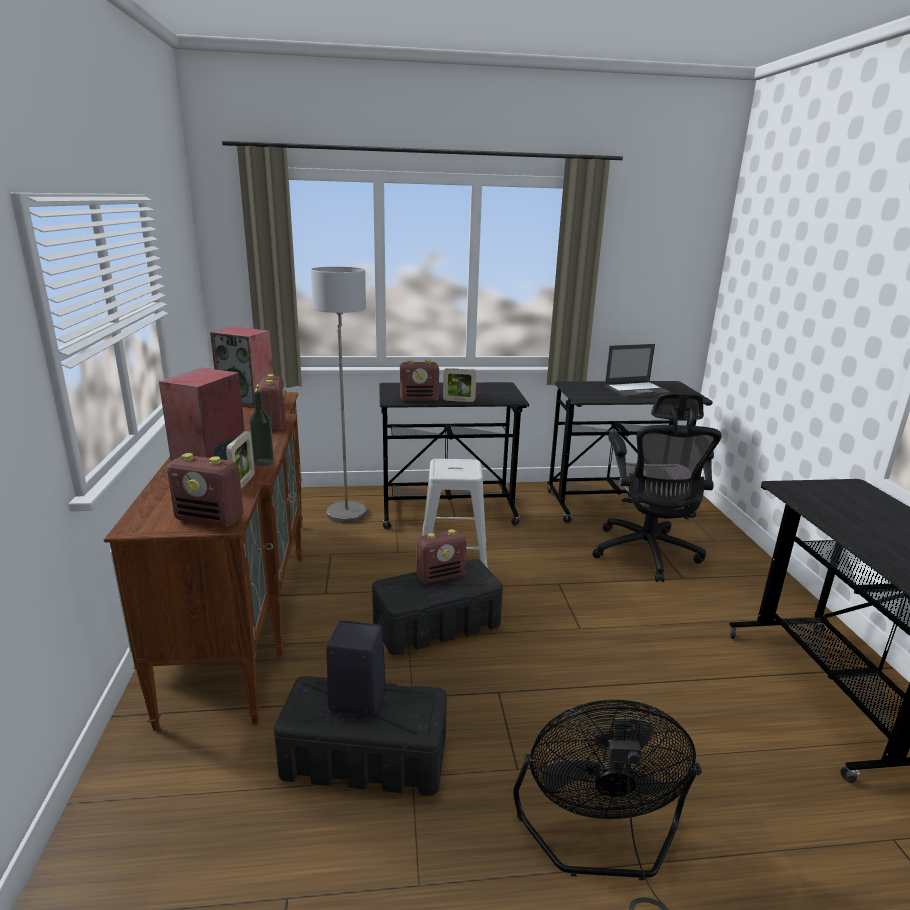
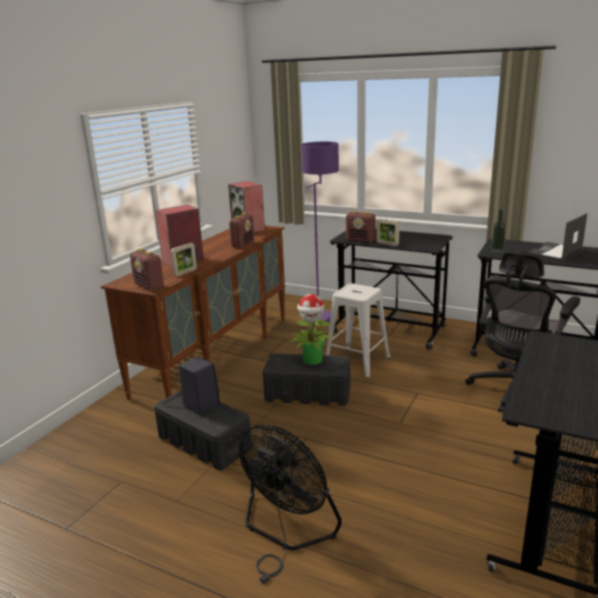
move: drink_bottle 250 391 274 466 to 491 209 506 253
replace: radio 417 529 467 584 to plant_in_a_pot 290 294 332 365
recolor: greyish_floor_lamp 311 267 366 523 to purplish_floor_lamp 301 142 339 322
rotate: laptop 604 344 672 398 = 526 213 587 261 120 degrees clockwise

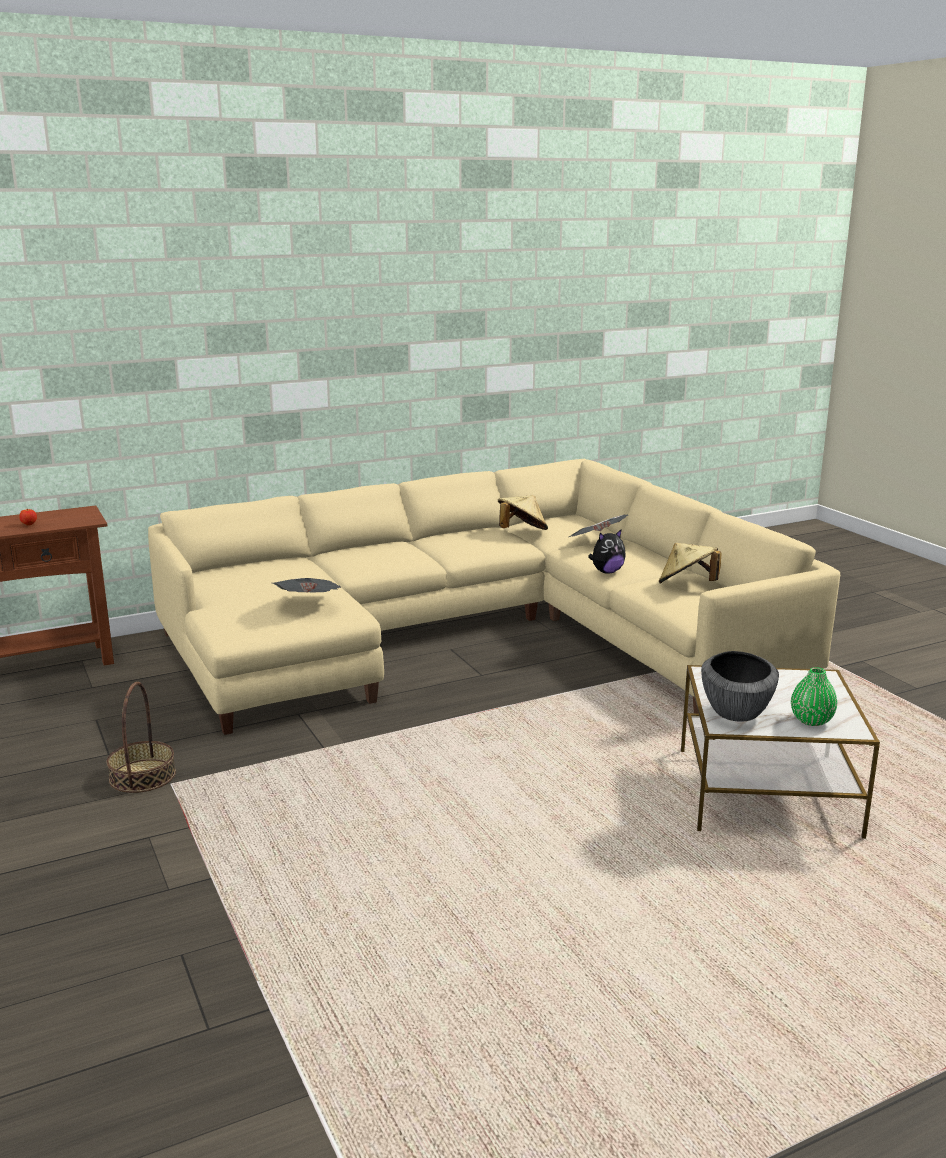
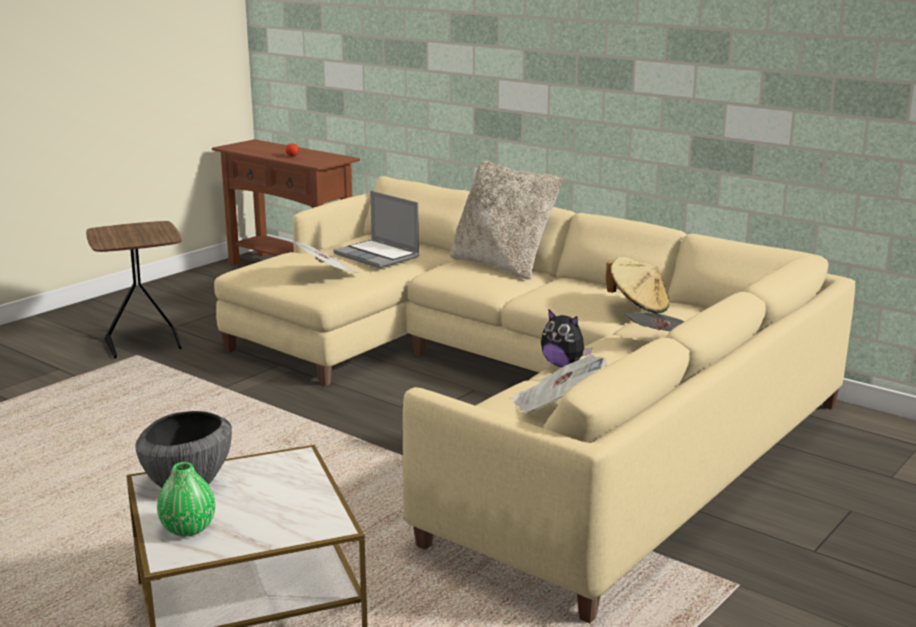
insert: beige-coloured_cushion 450 160 563 280; laptop 333 191 420 268
replace: beige-coloured_wearable_hat 659 543 722 583 to printed_paper 512 355 607 414; storage_basket 107 682 176 793 to brownish_side_table 86 221 182 359

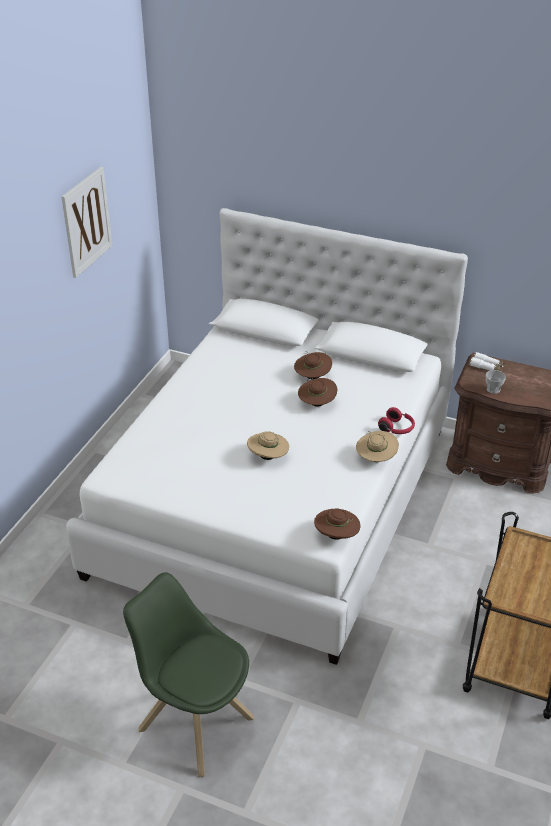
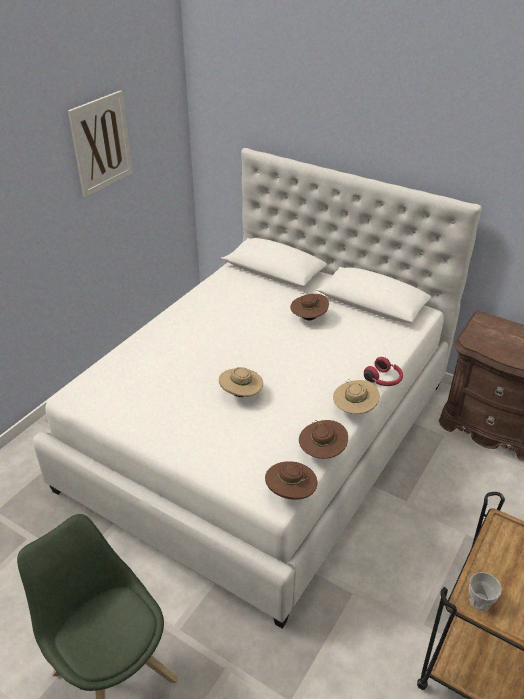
delete: white_field_glasses 470 352 505 371
move: small_cup 486 370 506 394 to 469 572 502 611; brownish_wearable_hat 298 377 337 407 to 299 420 348 459

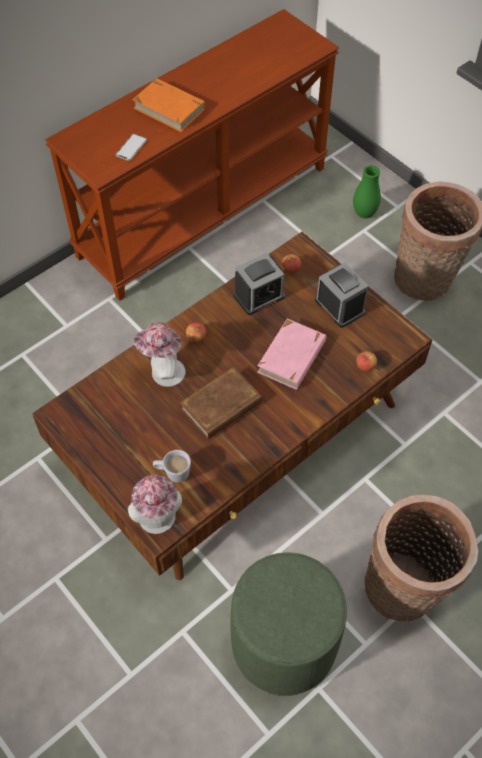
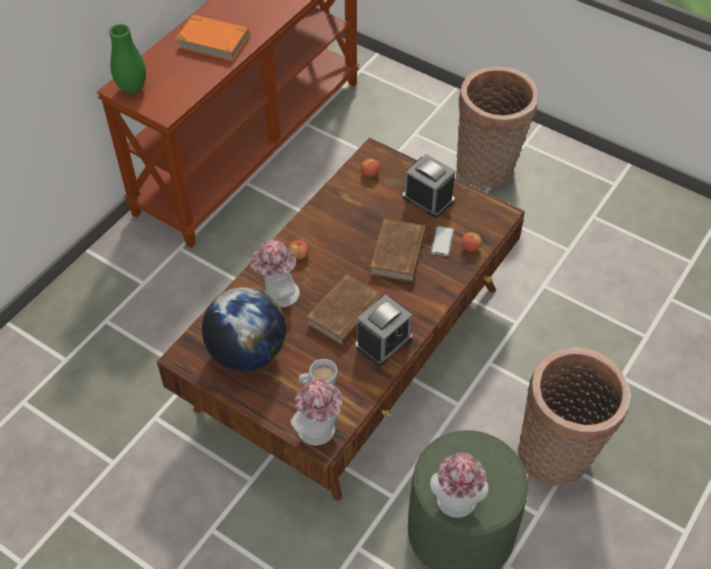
insert: world_globe 202 287 286 371; wearable_hat 430 453 488 518
move: handset 116 134 147 161 to 431 226 454 256; greenish_decorative_vase 353 165 381 218 to 109 24 146 94; alarm_clock 233 253 285 315 to 355 294 412 366
recolor: pink-coloured_bound_book 257 319 326 390 to brownish_bound_book 369 219 426 283

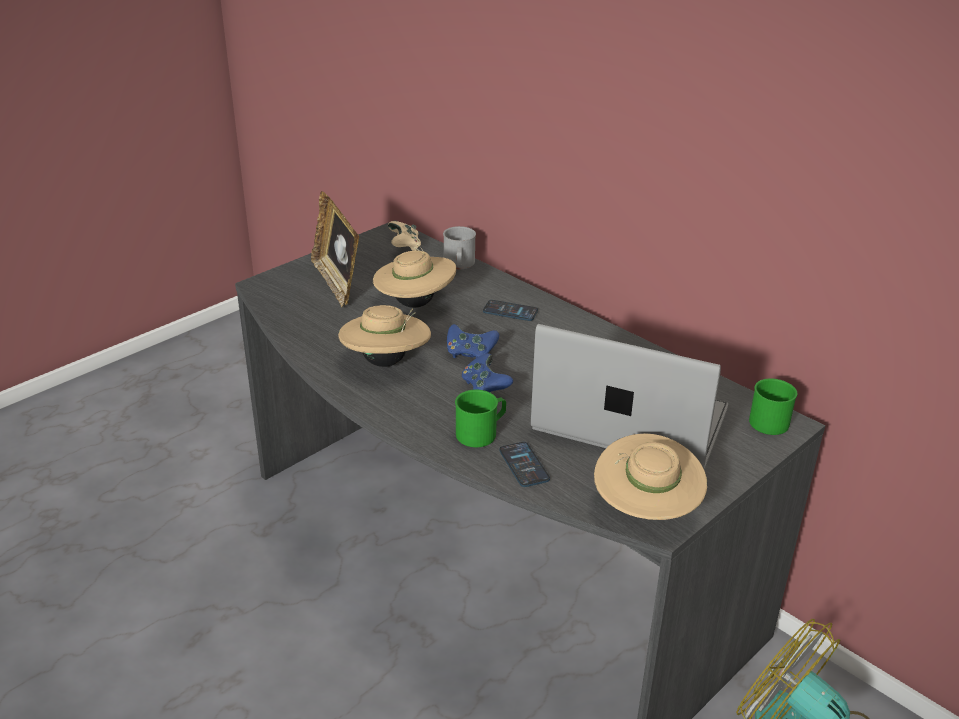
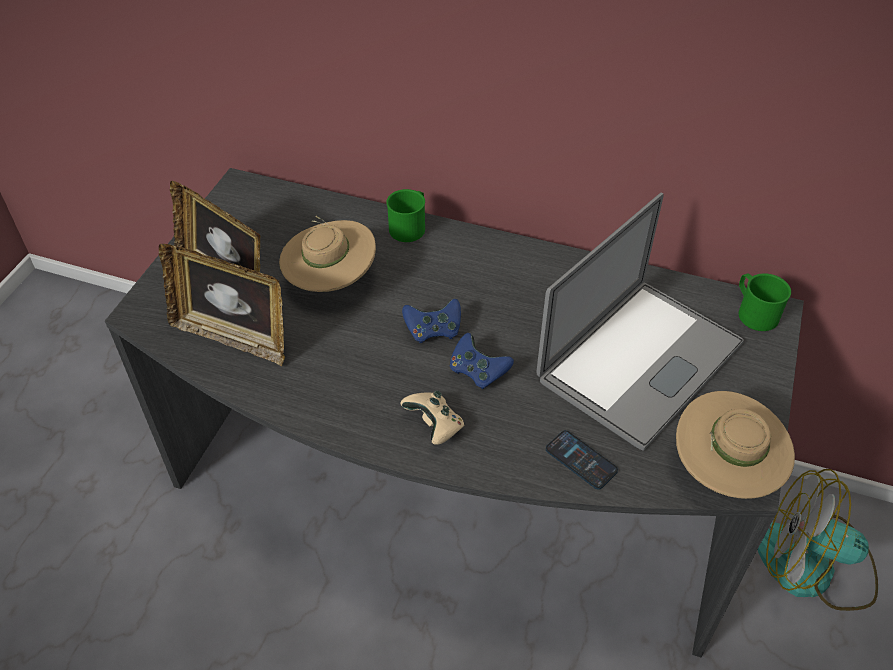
delete: greyish_mug 443 226 476 269; handset 483 300 538 321; beige-coloured_wearable_hat 338 305 431 367
insert: standing_frame 159 244 285 366
move: beige-coloured_gamepad 388 221 421 251 to 401 391 464 445; greenish_mug 455 390 506 447 to 386 189 425 242
rotate: laptop 531 324 728 470 = 536 192 744 451 135 degrees clockwise

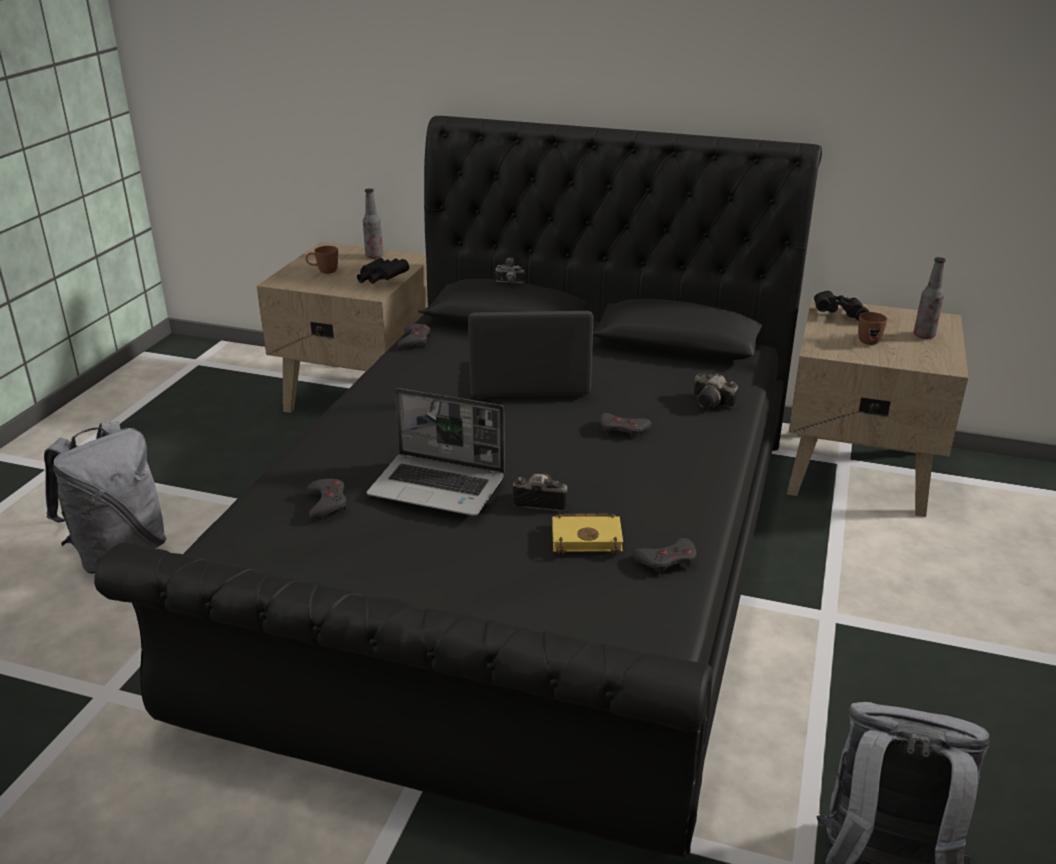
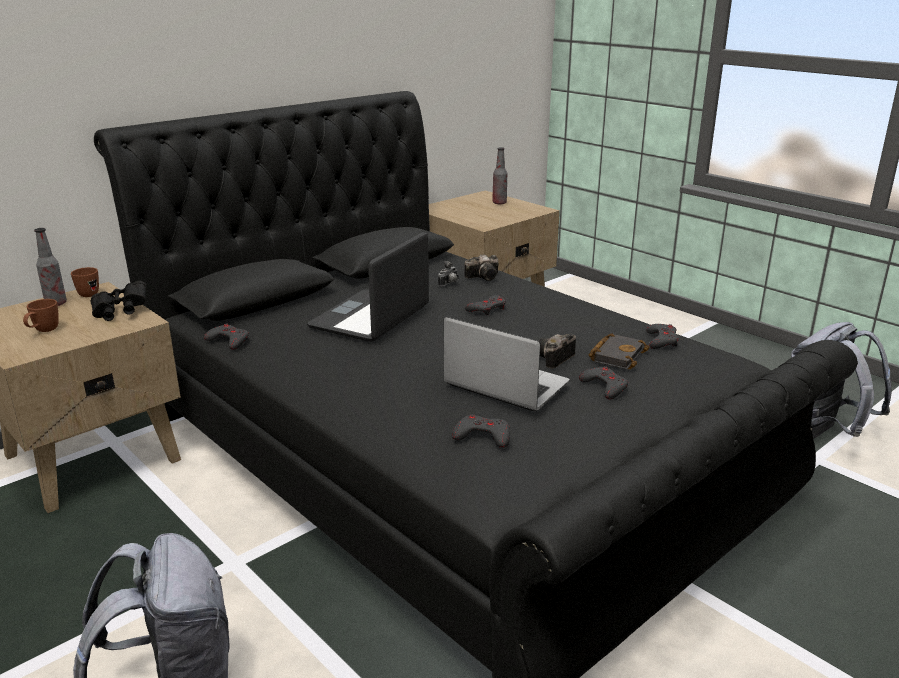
delete: blackish_field_glasses 814 291 870 321
insert: greyish_gamepad 579 366 628 399
move: photo_camera 495 257 525 283 to 438 261 459 287; brownish_mug 858 312 887 345 to 71 267 99 297
recolor: yellow_bound_book 552 513 623 554 to blackish_bound_book 589 333 650 369
rotate: laptop 367 388 505 516 = 444 317 569 411 105 degrees counterclockwise

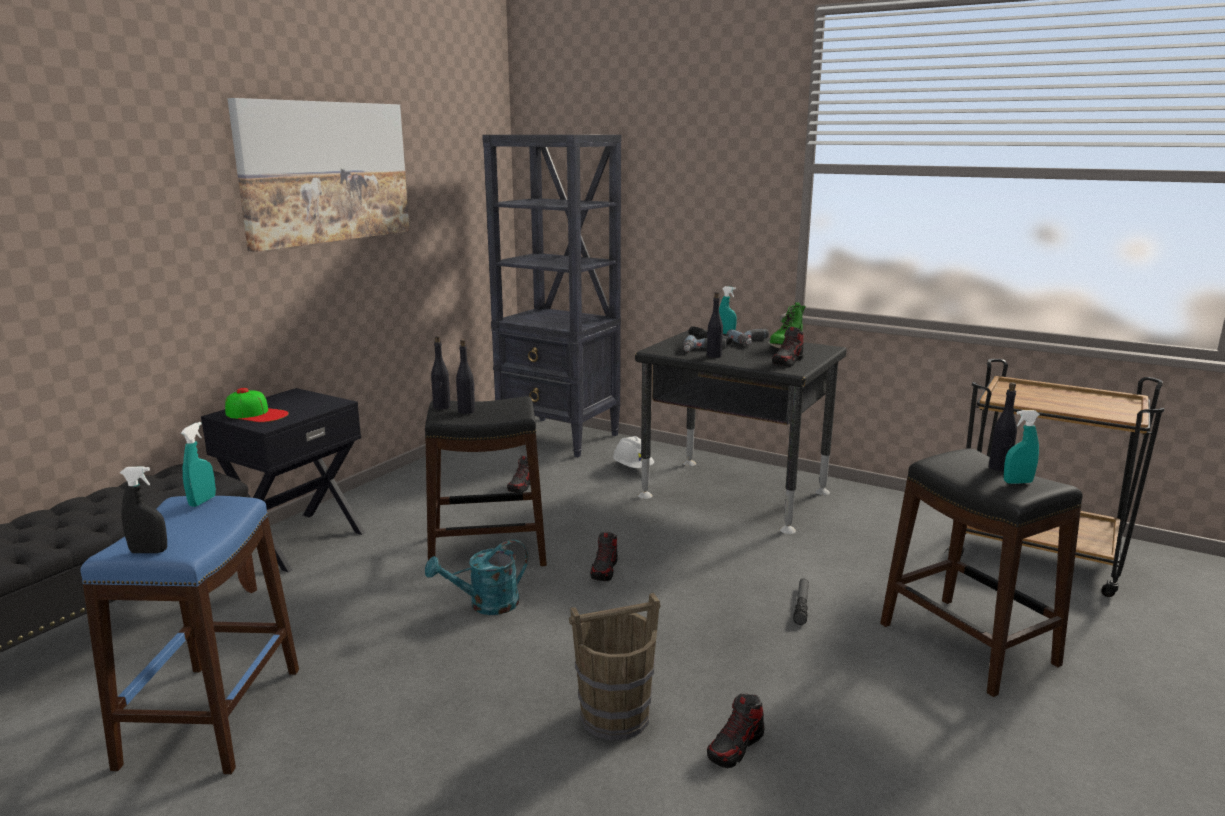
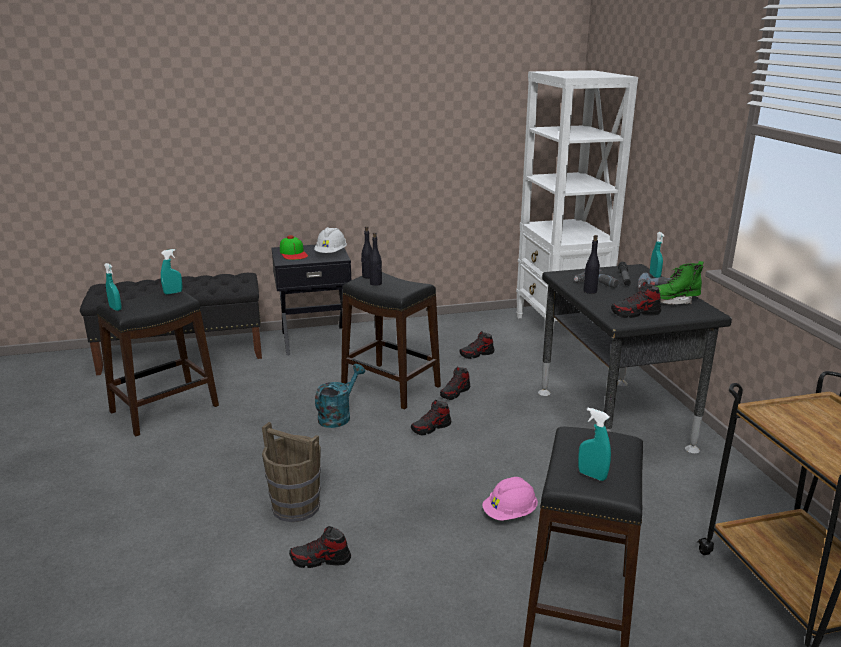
delete: picture 227 98 409 252; blackish_drink_bottle 989 382 1017 471
insert: shoe 440 367 470 400
move: white_safety_helmet 613 436 654 468 to 314 227 347 253
replace: torch 793 578 809 625 to pink-coloured_safety_helmet 482 477 538 521
recolor: blackish_bookcase 482 135 621 457 to white_bookcase 516 70 638 330; blackish_sprayer 120 466 167 553 to turquoise-coloured_sprayer 104 263 122 311; blue-coloured_stool_seat 80 496 299 774 to blackish_stool_seat 96 290 219 437
rotate: turquoise-coloured_watering_pot 425 540 528 615 = 315 364 365 428 105 degrees clockwise

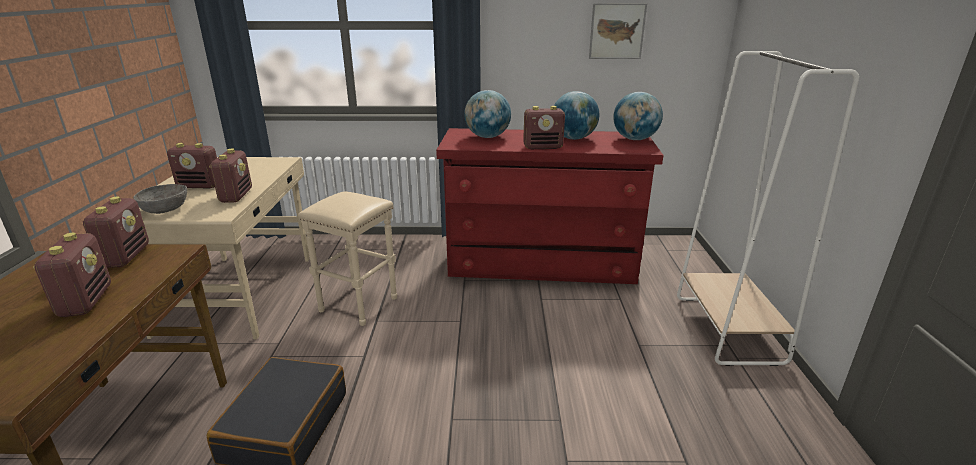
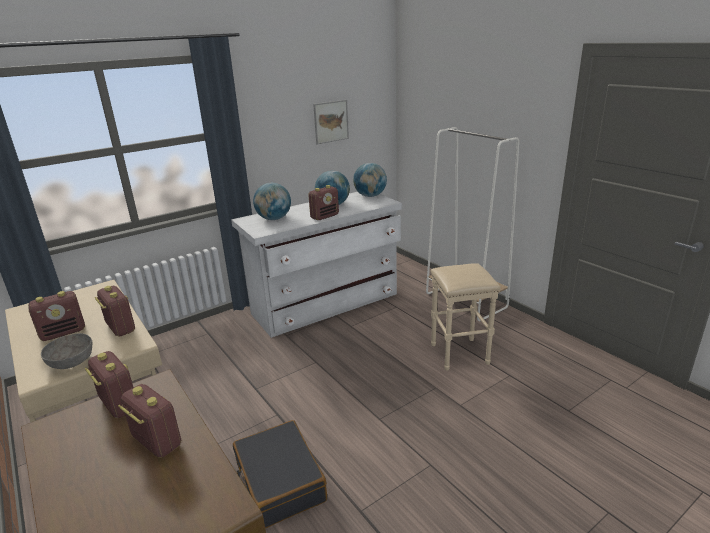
move: beige-coloured_stool_seat 298 192 397 326 to 430 263 501 371
recolor: red-coloured_chest_of_drawers 436 128 664 284 to white_chest_of_drawers 231 192 402 338

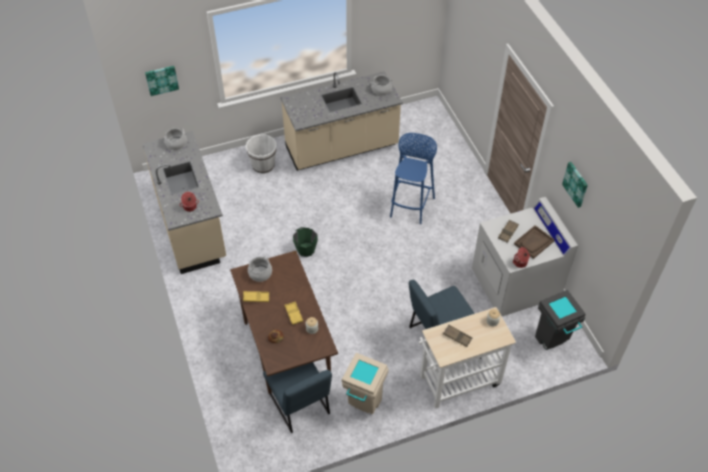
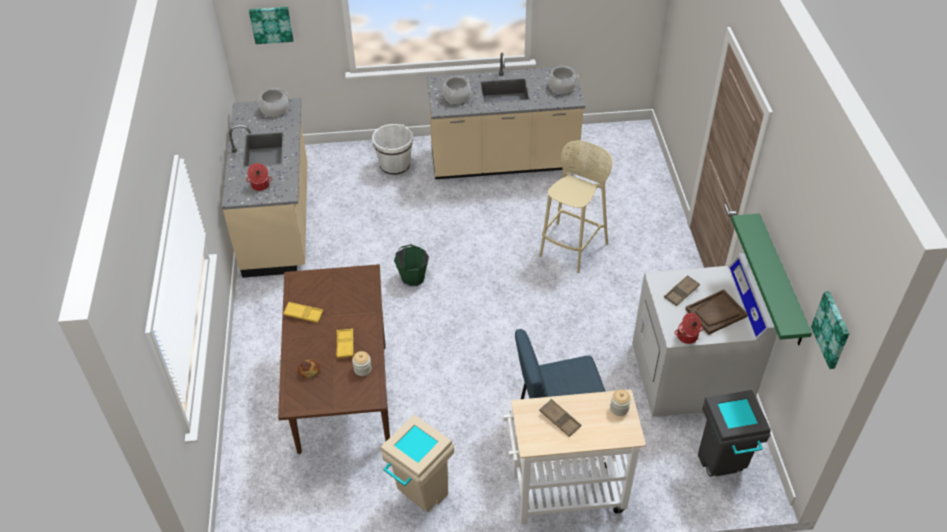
delete: blue-coloured_chair 263 362 332 433
insert: greenish_bracket_shelf 731 213 812 345
move: picture 562 162 588 208 to 811 291 849 369; cooking_pot 248 256 272 282 to 442 76 471 104
recolor: blue-coloured_stool_seat 390 133 437 224 to beige-coloured_stool_seat 539 140 613 273

